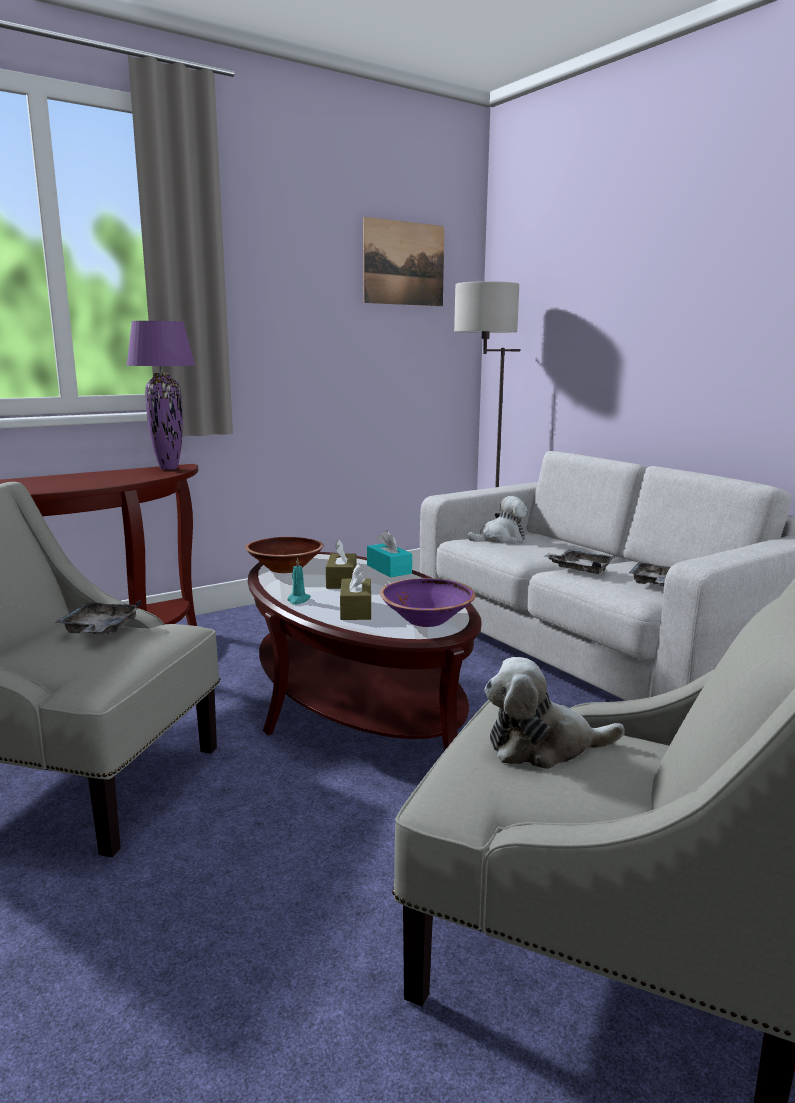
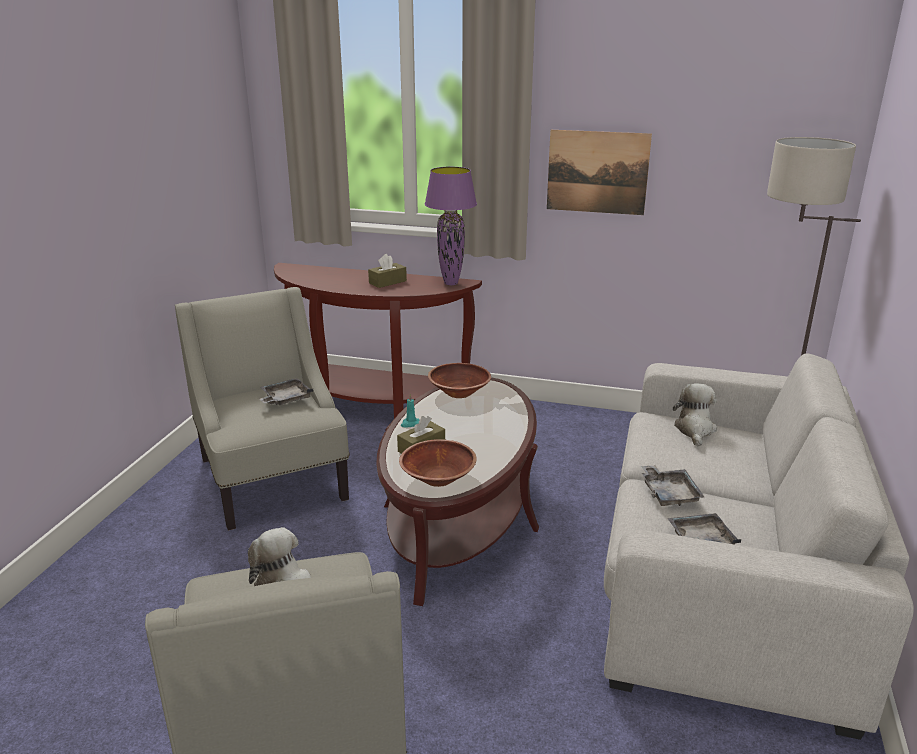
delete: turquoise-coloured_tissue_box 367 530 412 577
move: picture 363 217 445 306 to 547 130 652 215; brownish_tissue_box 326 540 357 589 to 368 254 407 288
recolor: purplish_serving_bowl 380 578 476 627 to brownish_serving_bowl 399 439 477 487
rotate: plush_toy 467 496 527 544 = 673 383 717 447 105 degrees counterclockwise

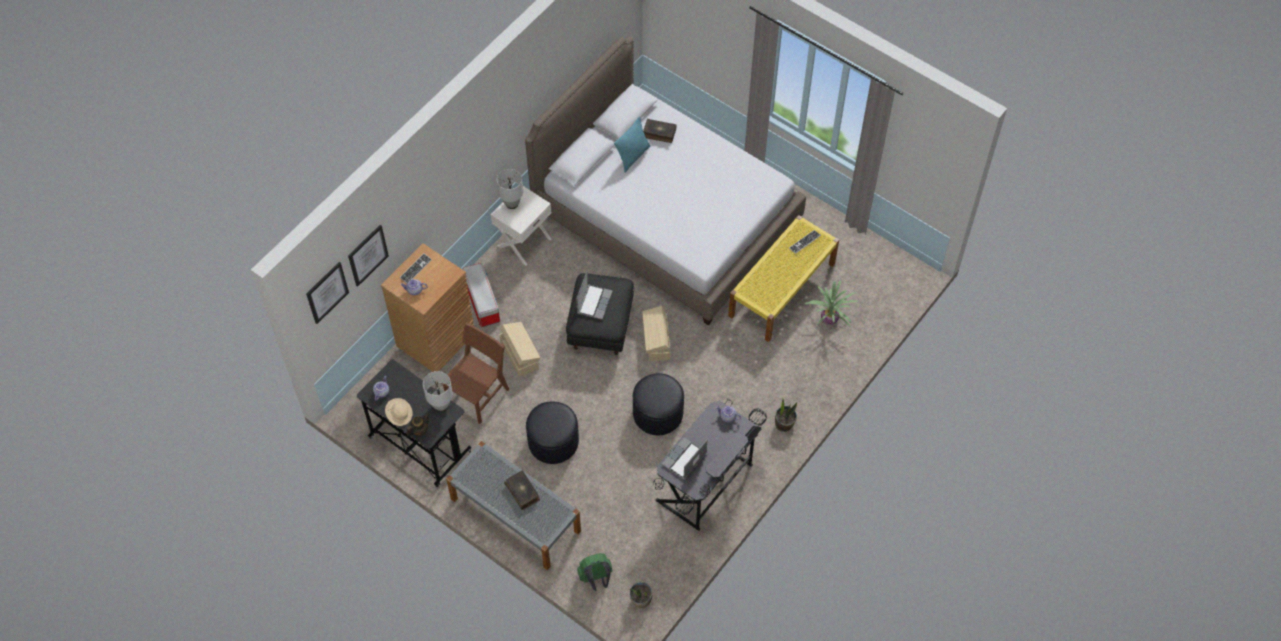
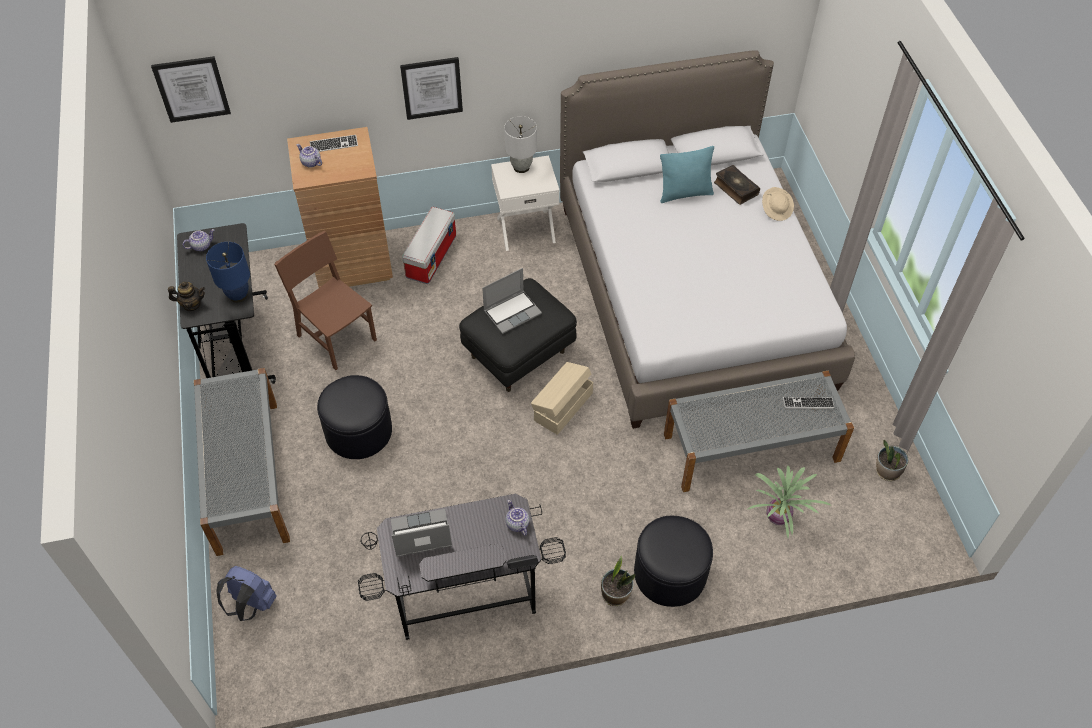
delete: beige-coloured_storage_bin 499 322 540 377; bound_book 504 471 540 510
move: picture 348 225 389 287 to 400 57 463 120; blackish_footrest 633 373 684 435 to 634 516 713 607; beige-coloured_wearable_hat 385 398 413 426 to 762 187 794 221; plant_in_a_pot 629 582 652 608 to 876 440 909 481
recolor: yellow_long_seat 728 215 839 342 to greyish_long_seat 664 371 854 492; white_tabletop_lamp 423 371 453 412 to blue-coloured_tabletop_lamp 206 242 250 302; greenish_rucksack 577 553 612 591 to blue-coloured_rucksack 216 566 277 621
rotate: brownish_chair 442 323 509 424 = 274 230 377 370 120 degrees counterclockwise

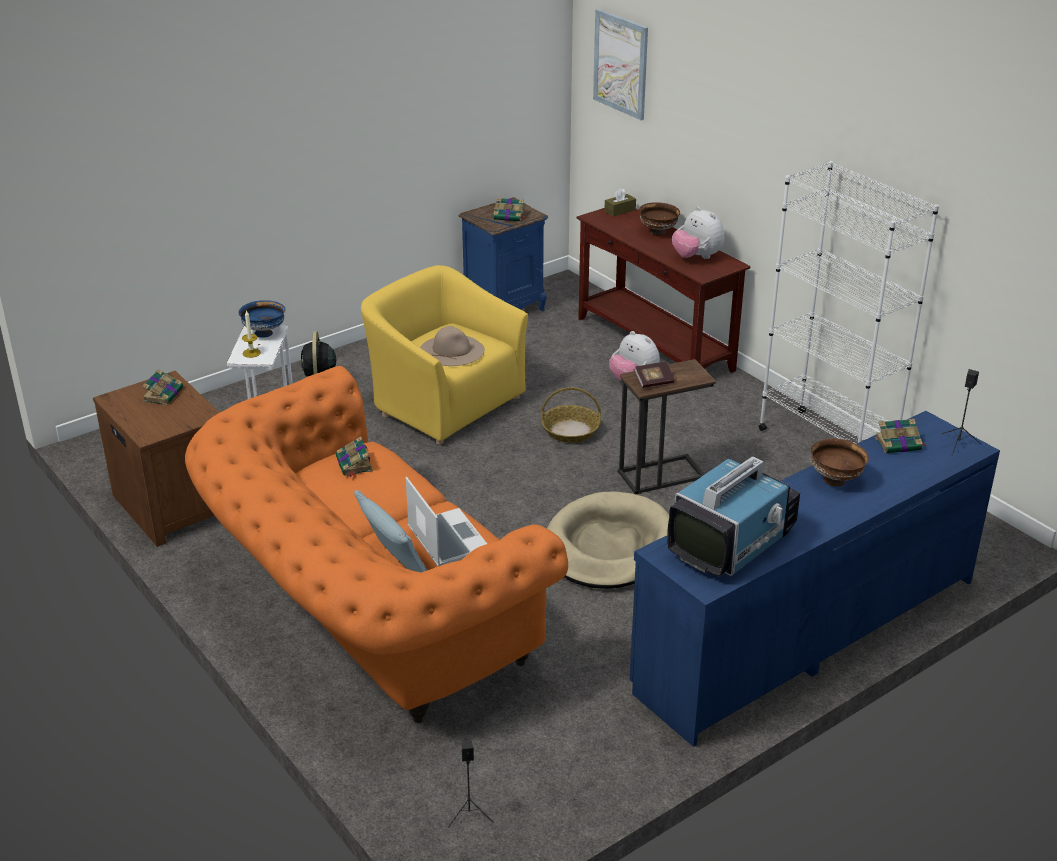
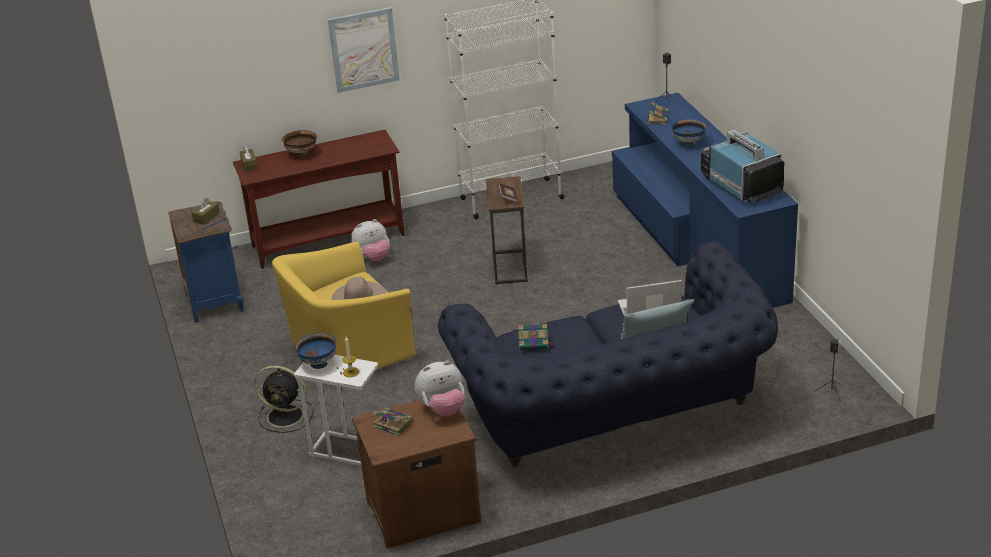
delete: storage_basket 541 387 601 443; beige-coloured_dog_bed 547 491 669 589
move: picture 593 9 648 120 to 328 7 400 93; plush_toy 672 207 724 259 to 415 361 465 417
replace: bound_book 493 198 525 222 to brownish_tissue_box 192 198 220 225
recolor: orangey_couch 185 366 568 723 to blue-coloured_couch 438 241 778 467; brownish_serving_bowl 811 439 869 486 to blue-coloured_serving_bowl 671 119 707 148

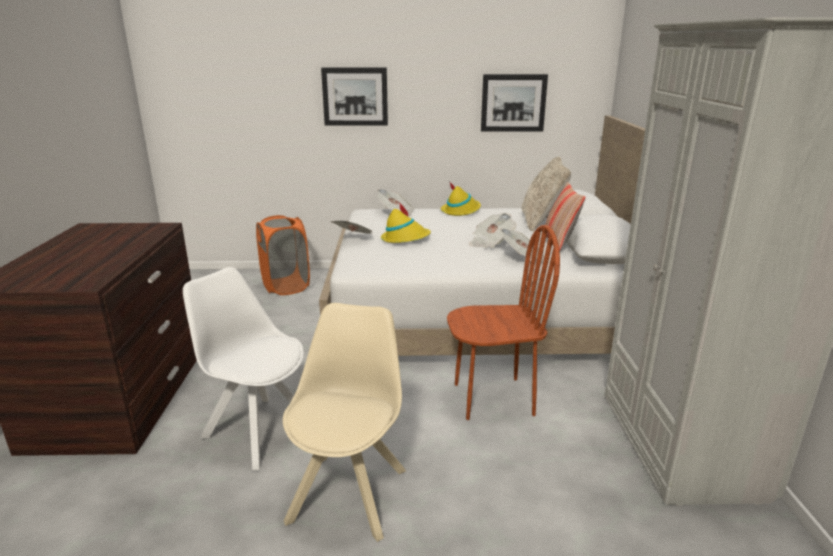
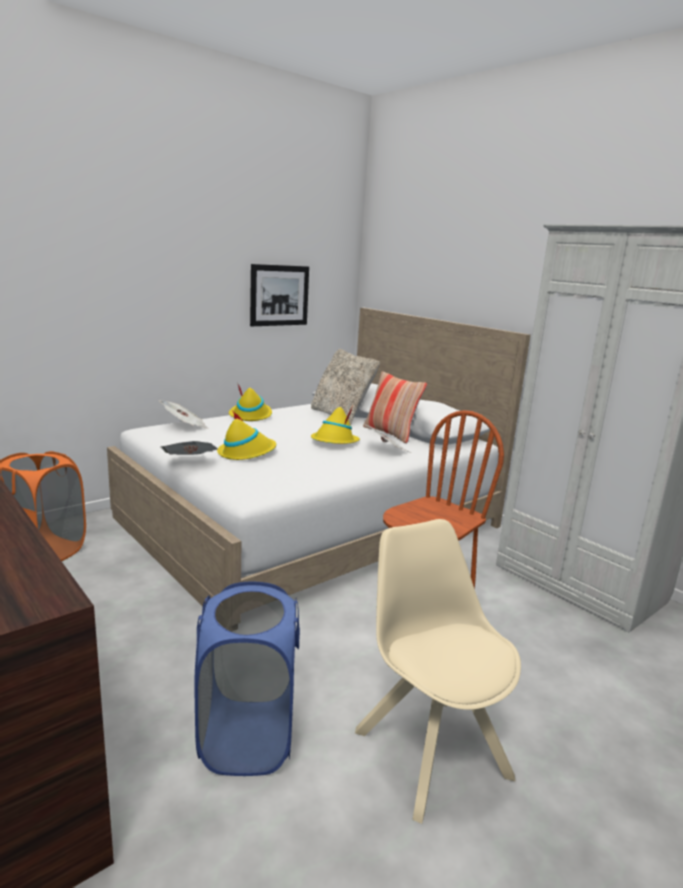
delete: picture 321 67 388 126
replace: printed_paper 469 213 516 248 to yellow_wearable_hat 311 406 360 444; white_chair 183 267 304 471 to blue-coloured_washing_basket 194 582 300 776

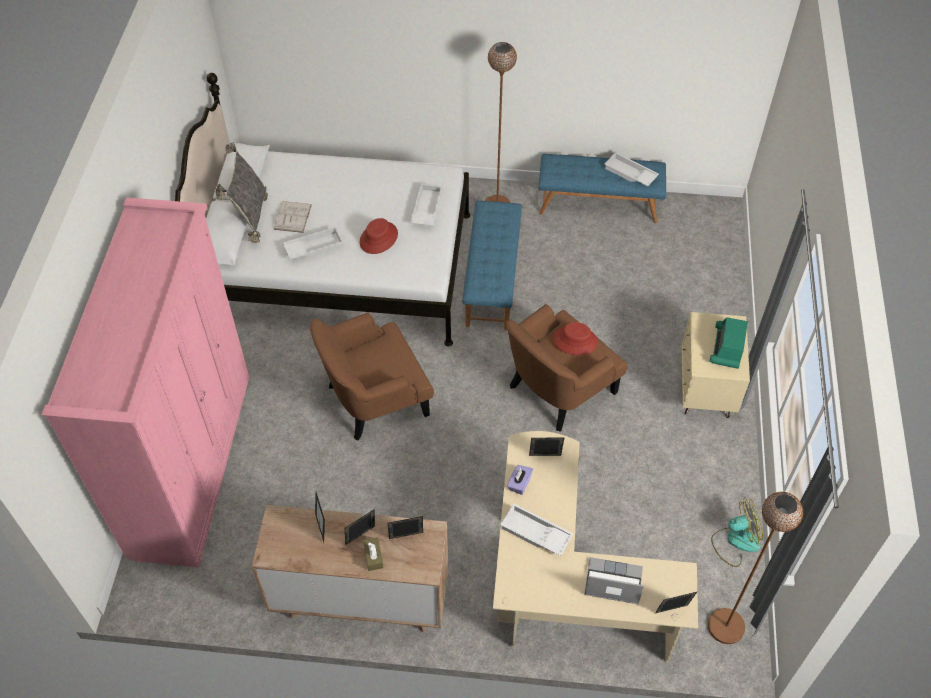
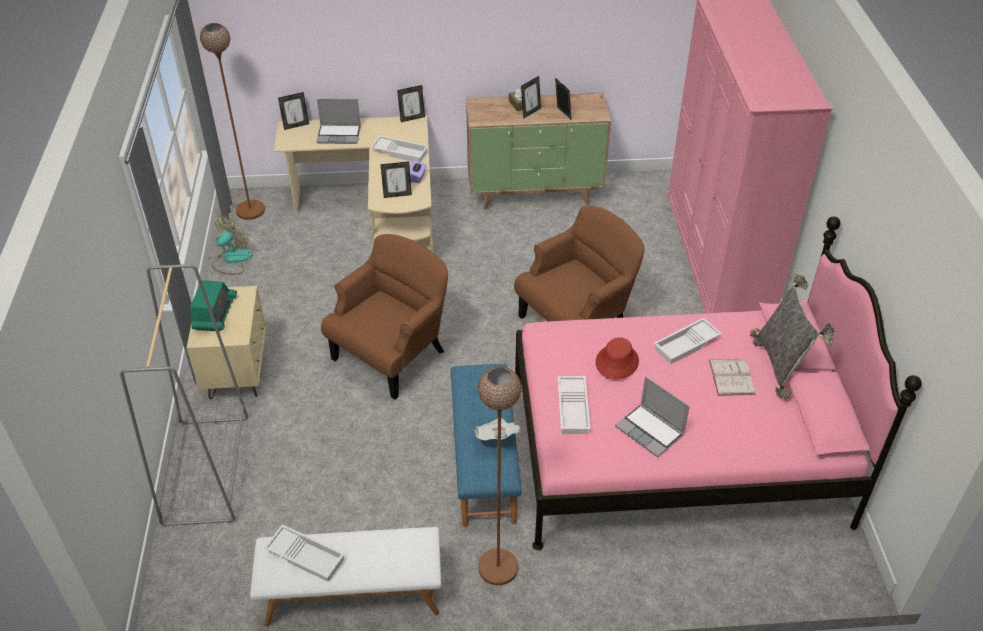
delete: red-coloured_wearable_hat 552 322 598 355
insert: greyish_clothes_rack 120 264 248 526; laptop 615 376 690 457; printed_paper 475 418 520 440
move: standing_frame 388 516 423 539 to 397 85 425 122
recolor: white_bed 175 73 470 347 to pink-coloured_bed 515 216 922 550; blue-coloured_long_seat 539 154 666 223 to white_long_seat 250 527 441 627
rotate: fan 711 498 763 567 = 212 215 253 275 150 degrees clockwise

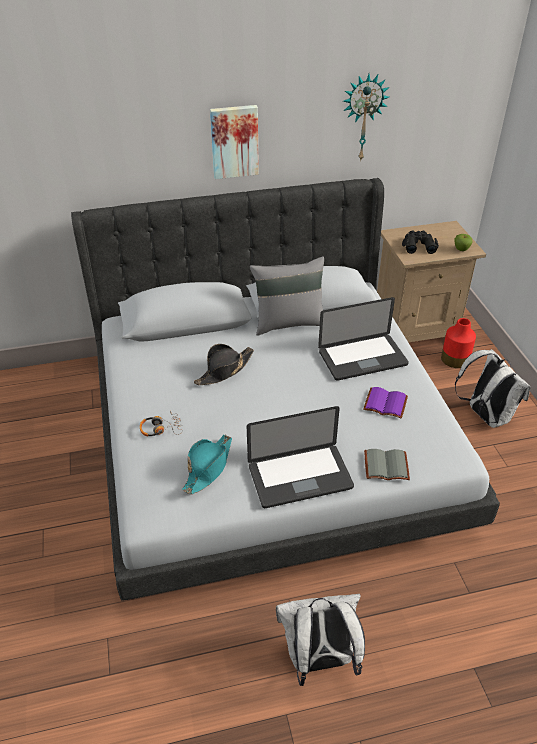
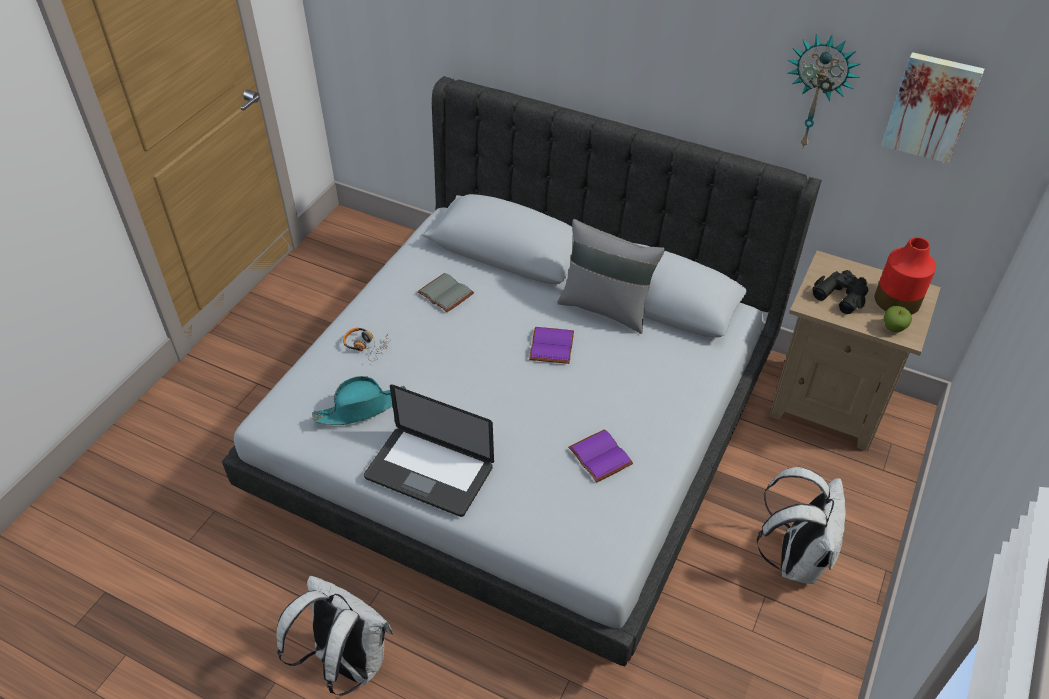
delete: laptop 318 297 409 381; blackish_wearable_hat 194 344 254 385
insert: purplish_bound_book 529 327 574 364
move: picture 210 105 259 179 to 881 52 984 163; red-coloured_decorative_vase 441 318 476 368 to 874 237 936 315; greyish_bound_book 364 449 410 480 to 417 273 474 312

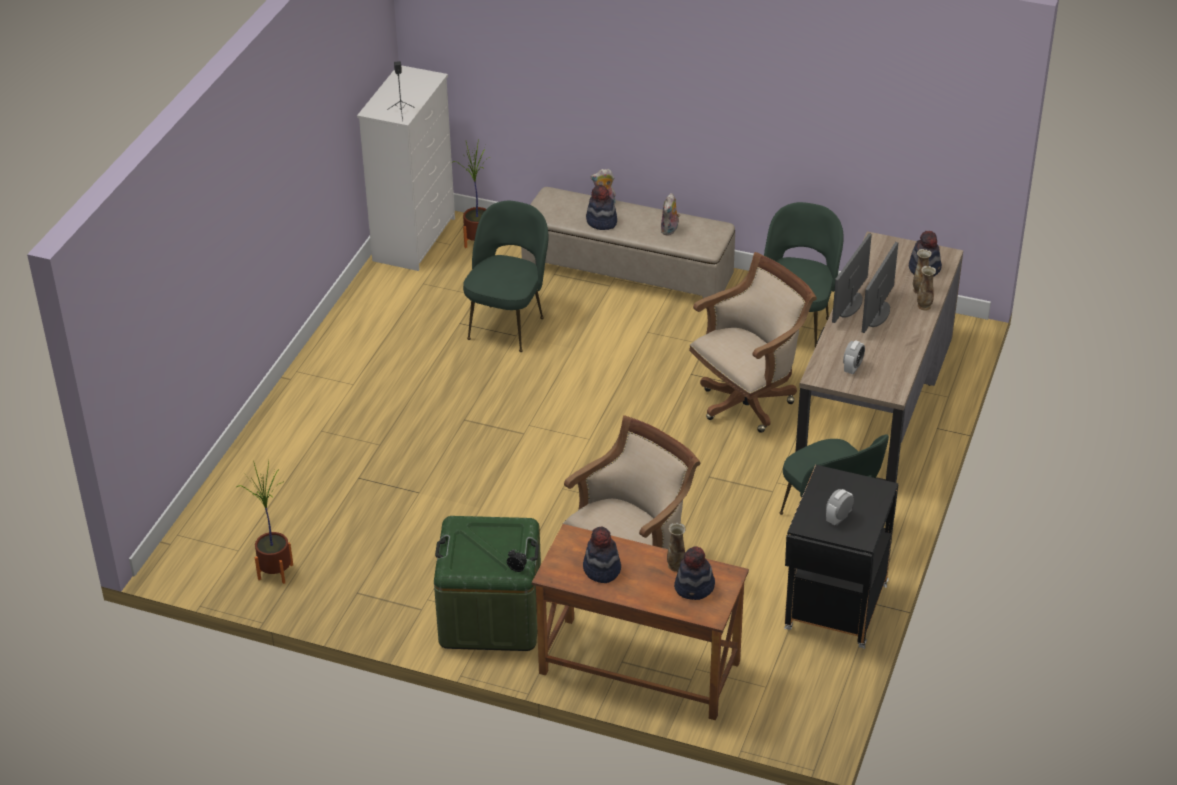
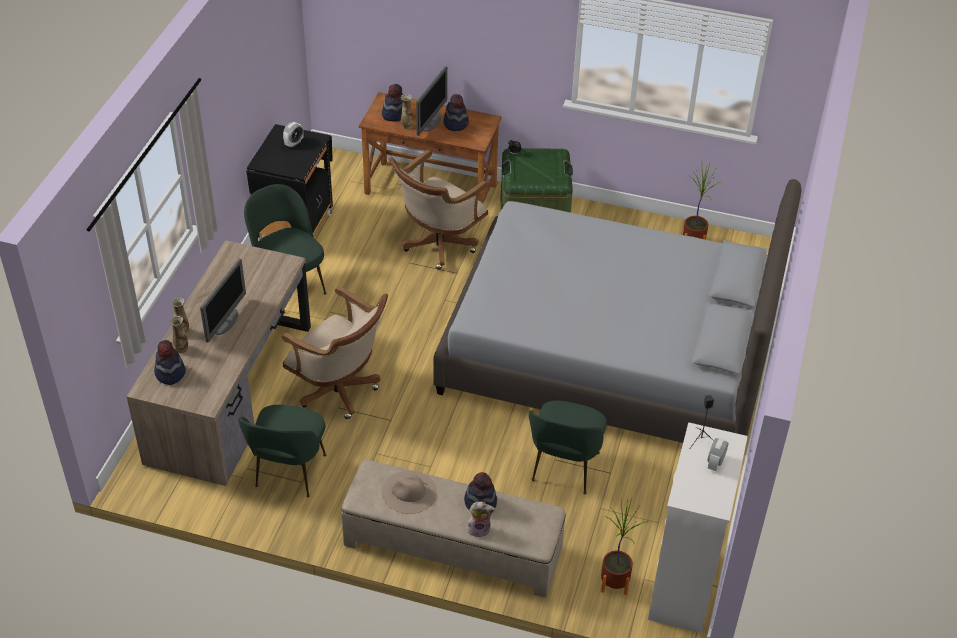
insert: greyish_bed 433 179 802 443
move: computer_screen 832 233 872 323 to 416 66 447 136; alarm_clock 843 340 865 375 to 707 437 728 471
replace: plush_toy 661 193 680 236 to beige-coloured_wearable_hat 381 470 437 514
rotate: desk_chair 689 252 817 433 = 281 286 388 419 105 degrees counterclockwise

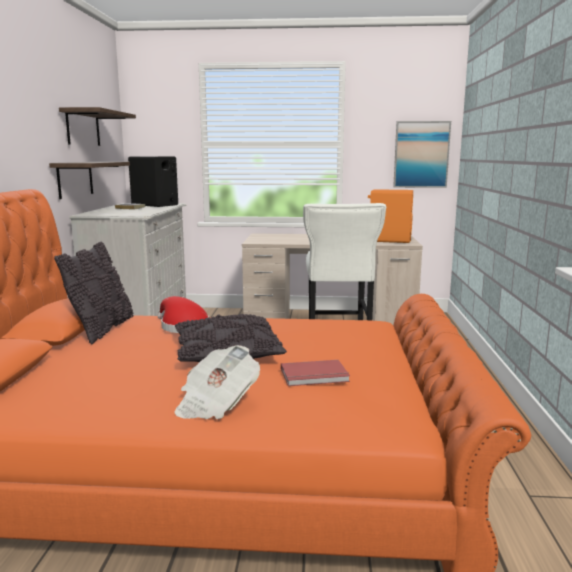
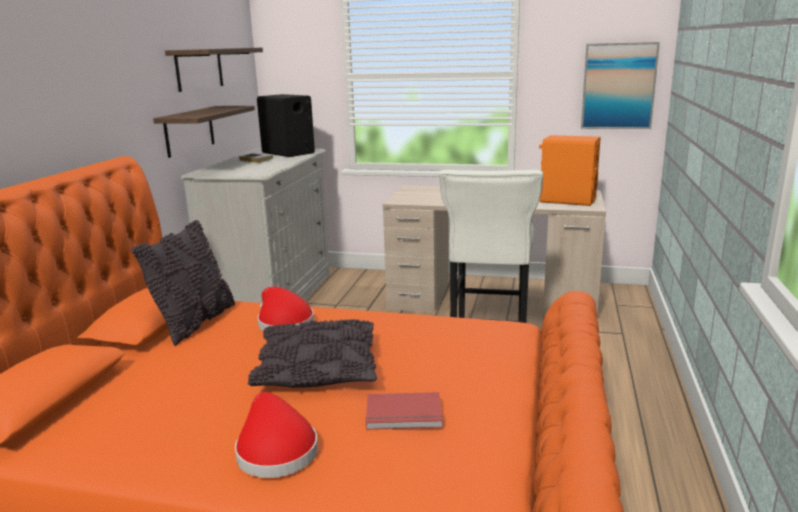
replace: printed_paper 174 345 260 419 to red-coloured_wearable_hat 235 392 318 478

